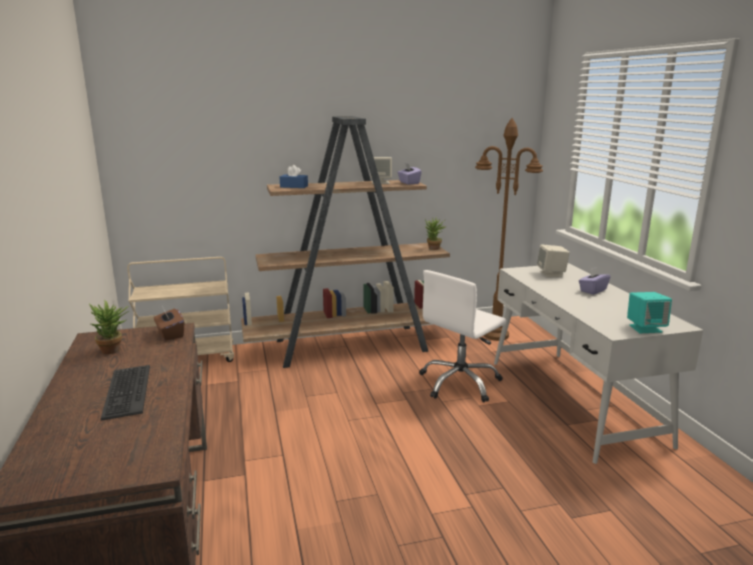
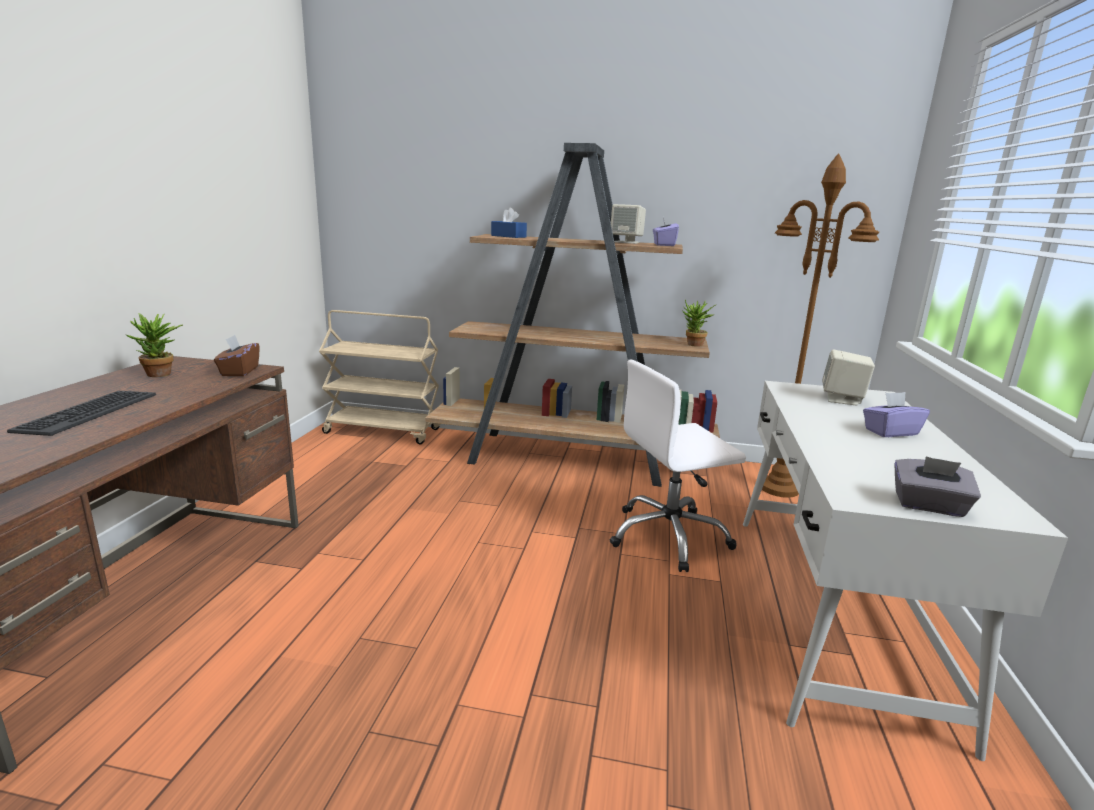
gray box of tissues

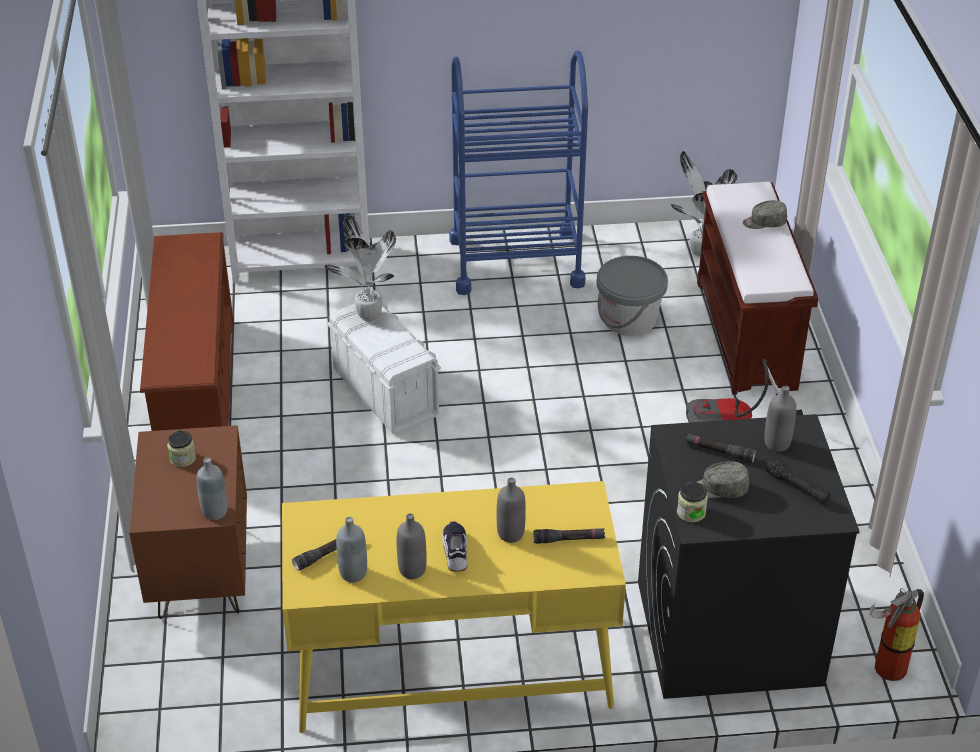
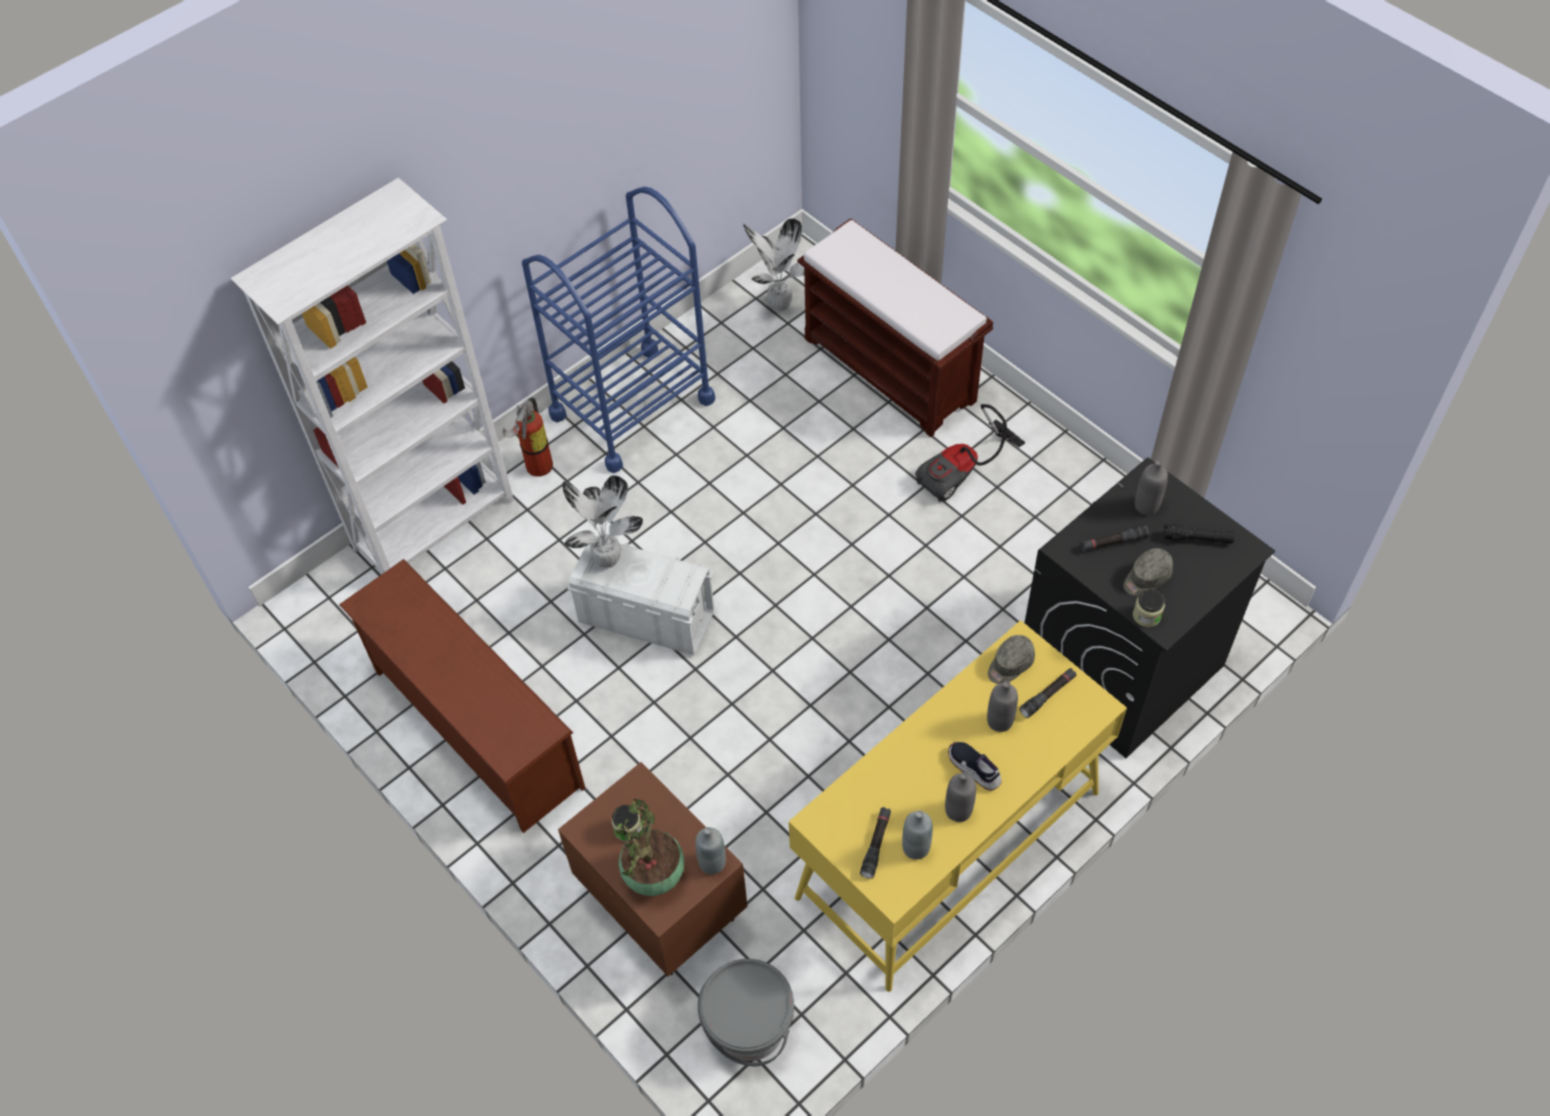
gray cap (1st from left)
gray water bucket
fire extinguisher
potted plant (2nd from left)

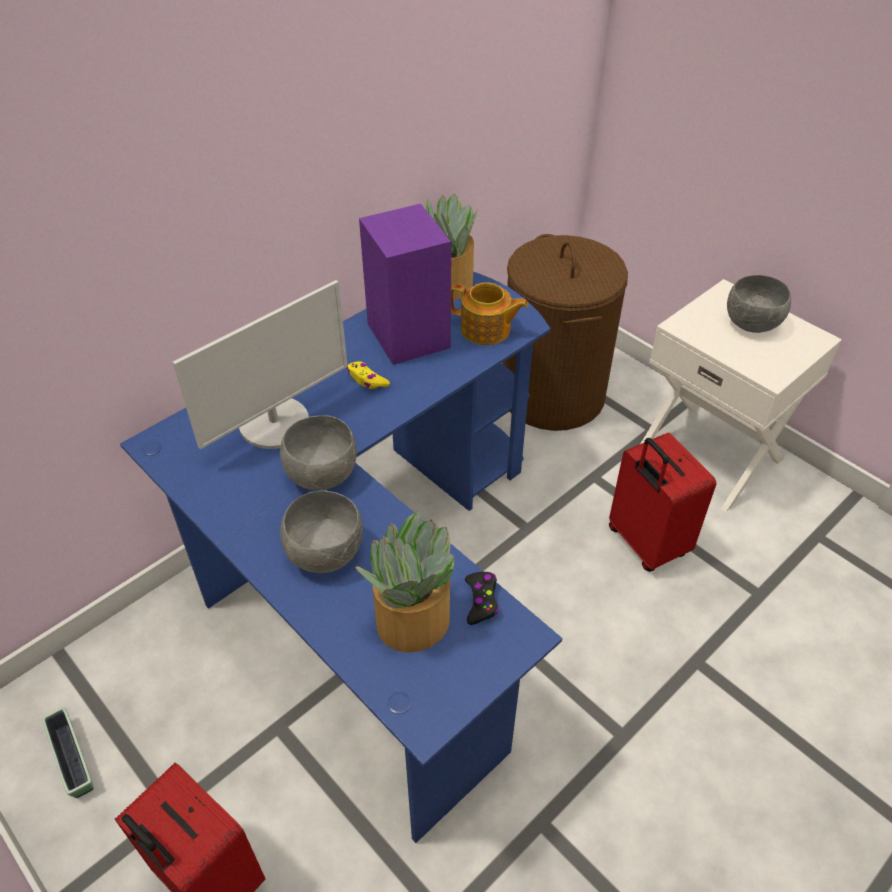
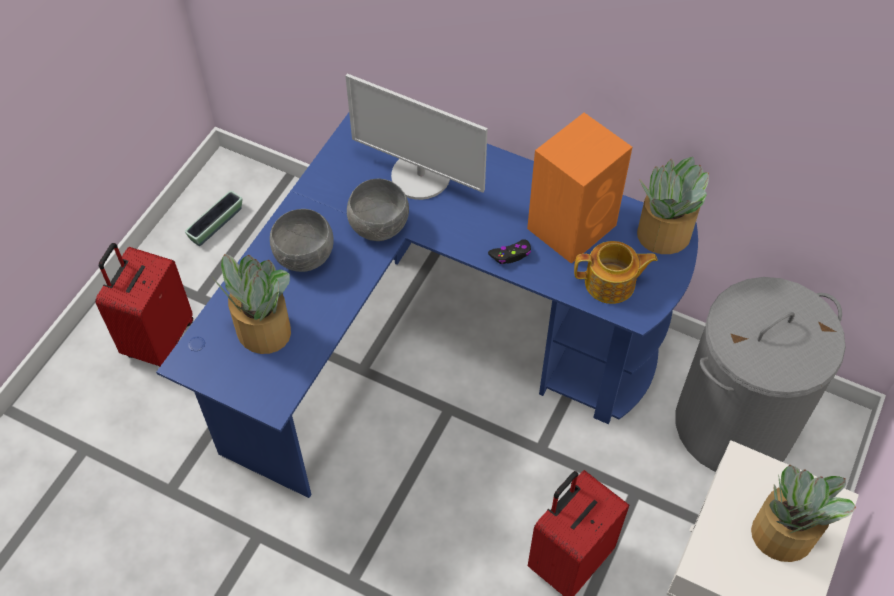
orange speaker
gray hamper
potted plant (3rd from left)
pot for tea
yellow-coloured joypad
black-coloured joypad

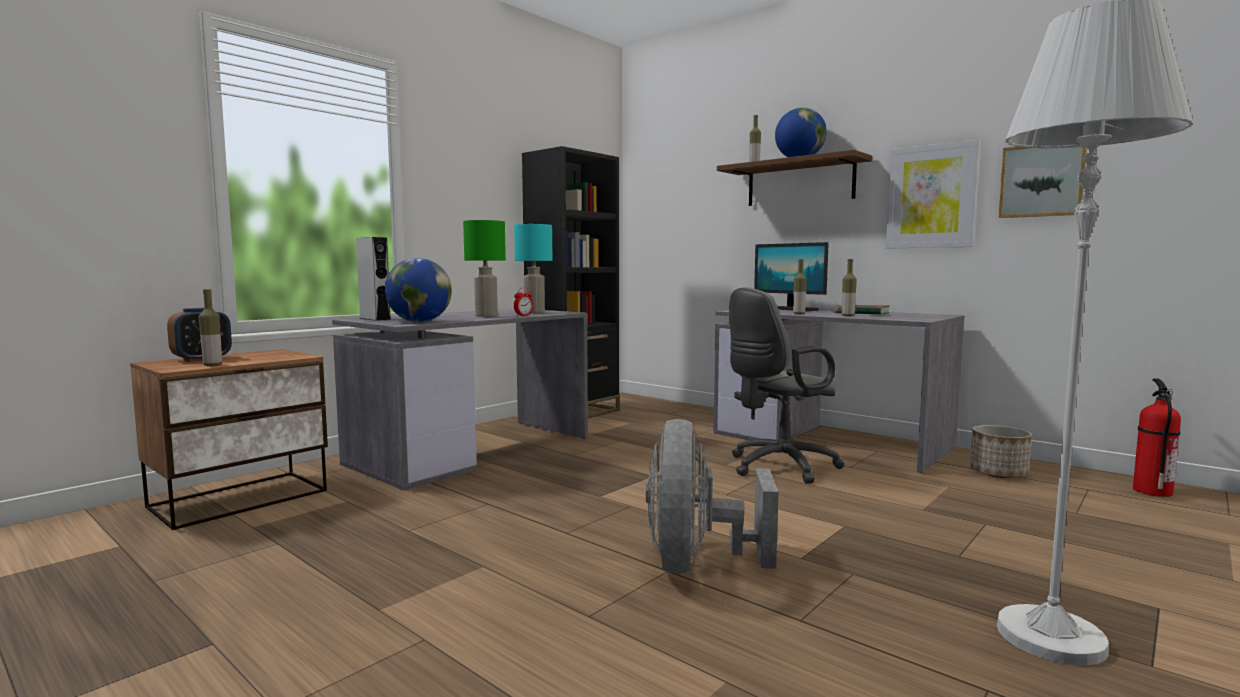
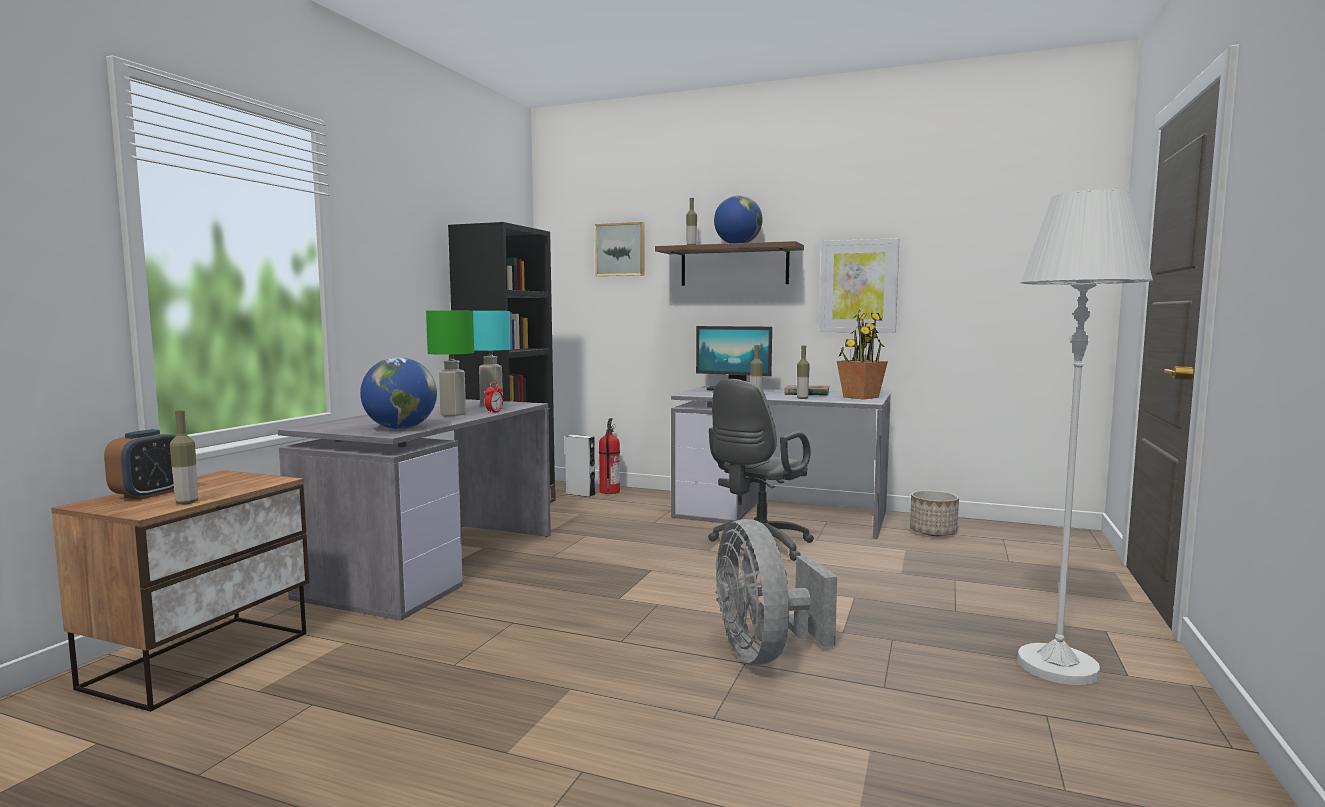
wall art (1st from left)
gray speaker
fire extinguisher
potted plant

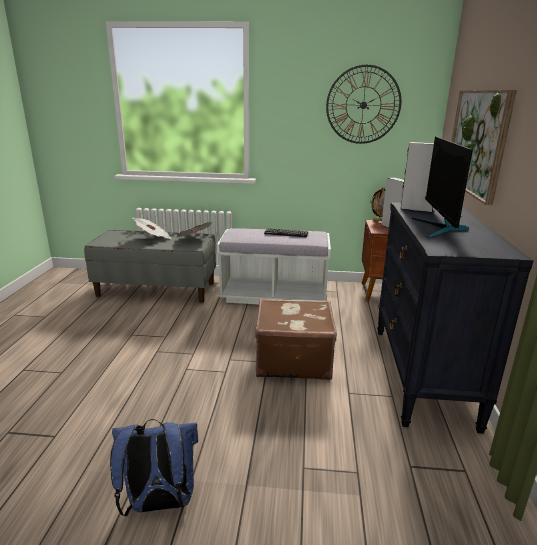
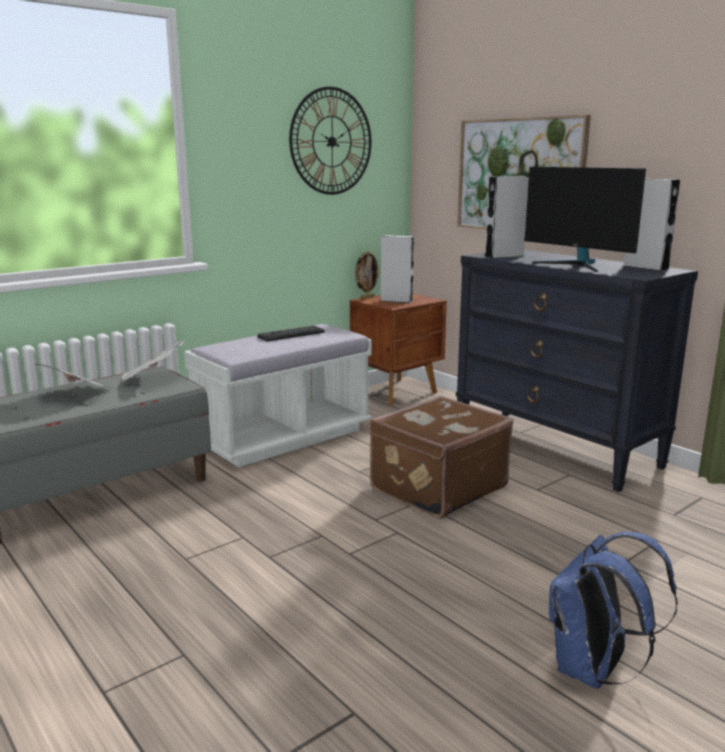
gray speaker (3rd from left)

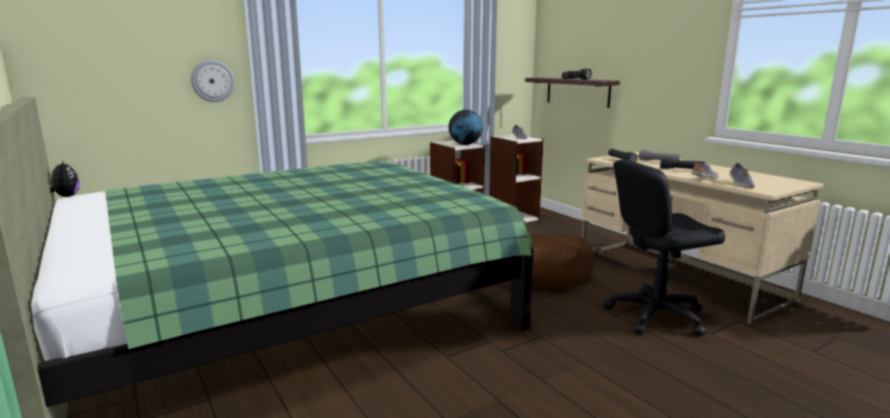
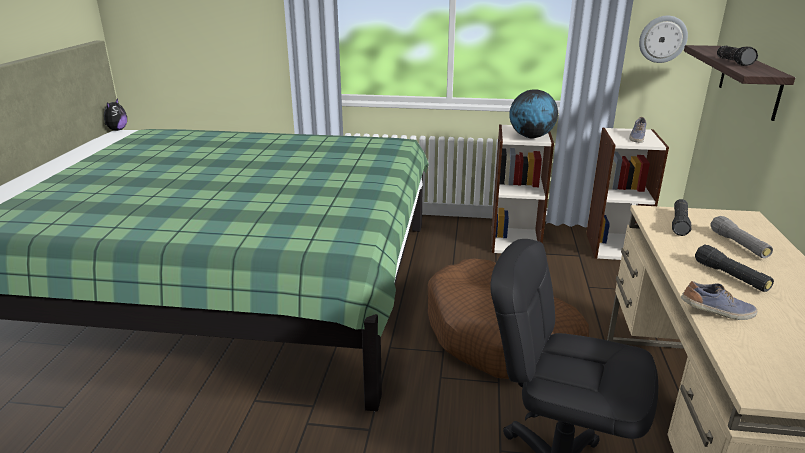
hanging clock
item of footwear (3rd from left in the first image)

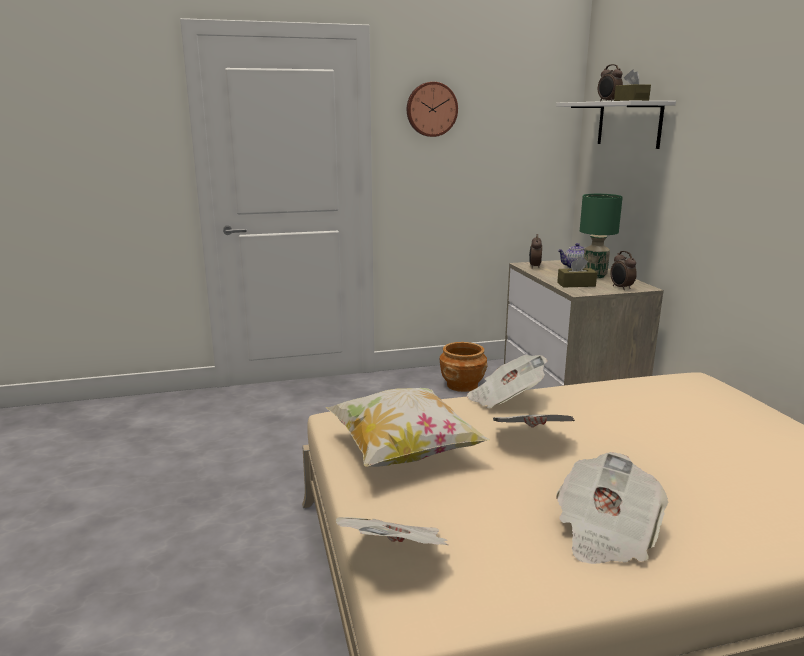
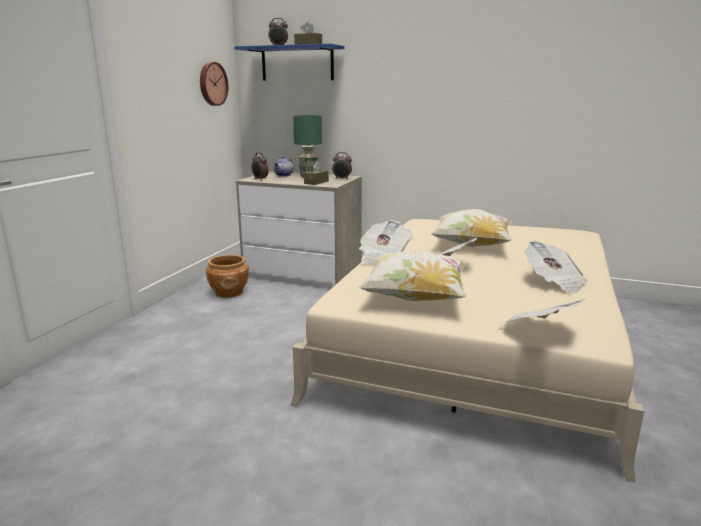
hanging clock
bluish bracket shelf
cushion (2nd from left)

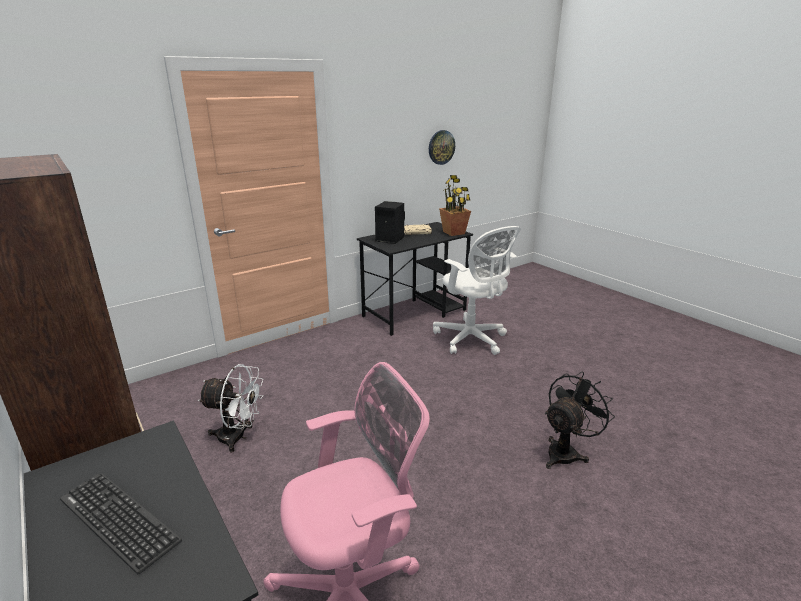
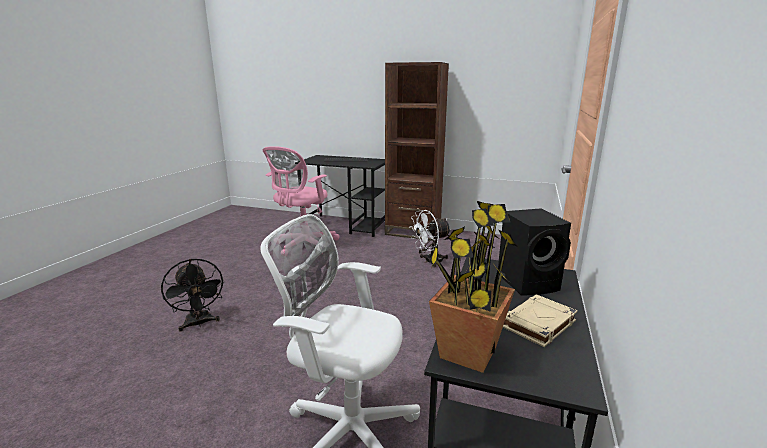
hanging clock
black-coloured cooling fan

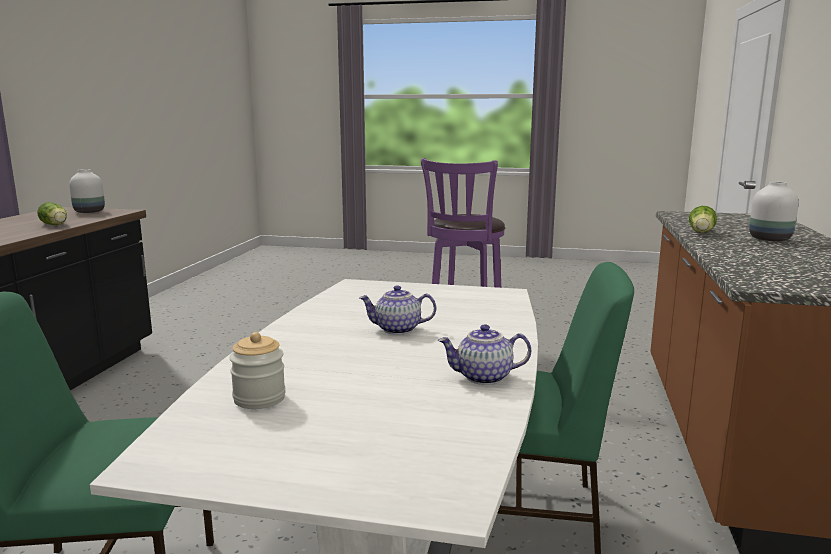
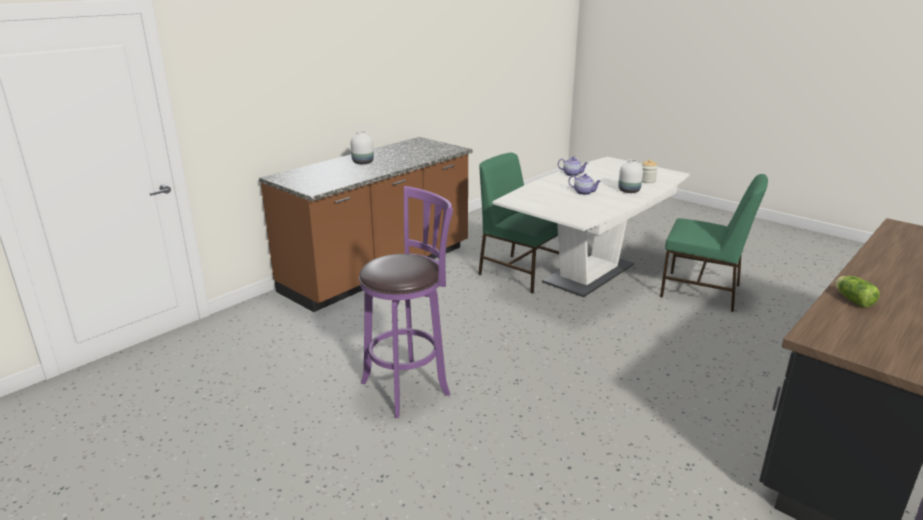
white vase (2nd from left)
lettuce head (2nd from left in the first image)

